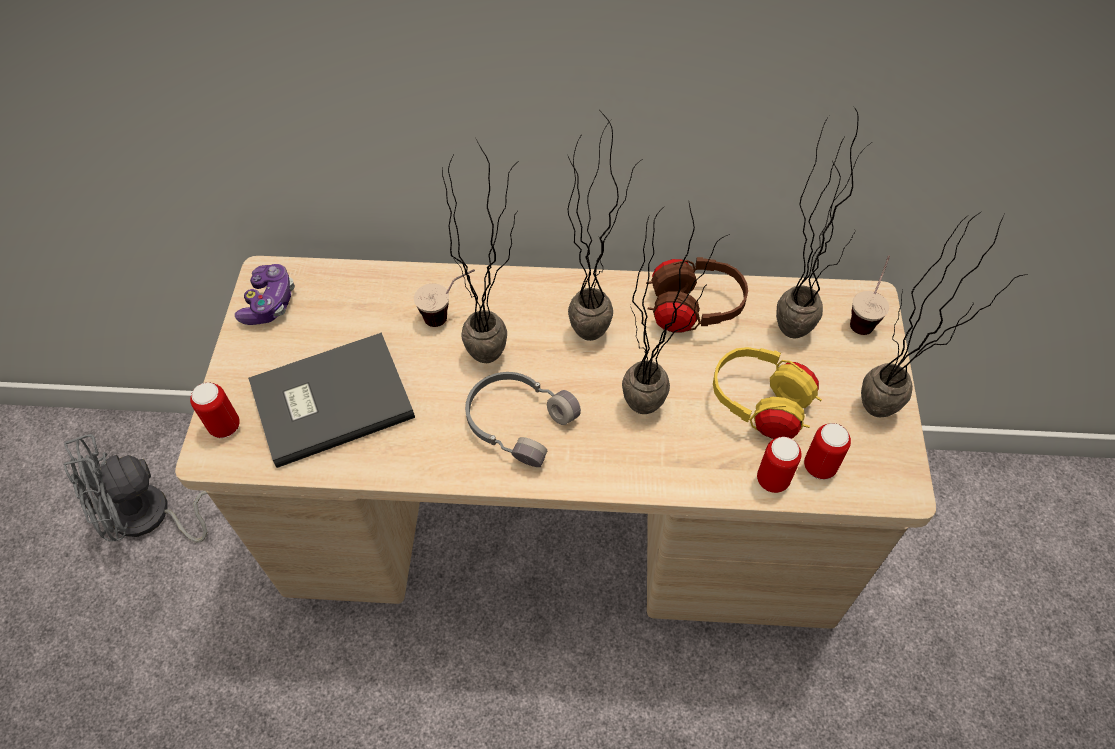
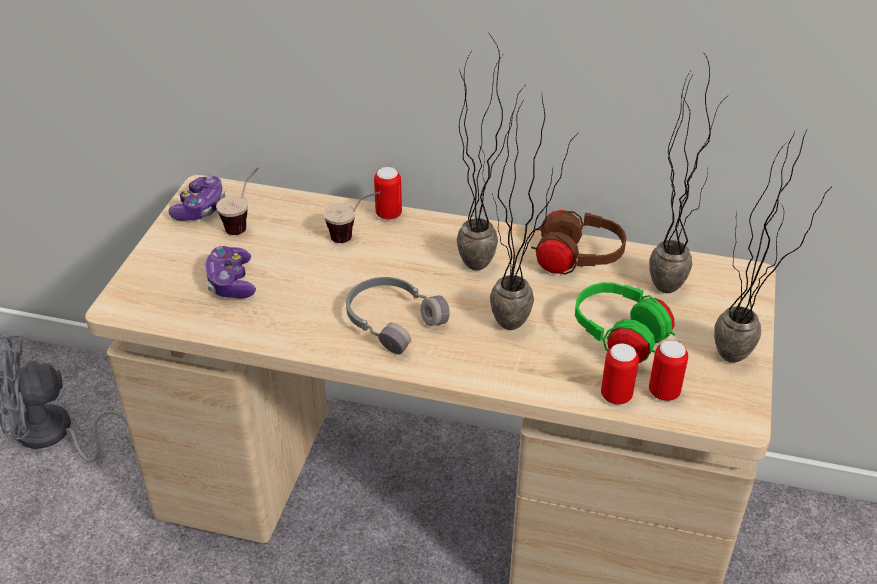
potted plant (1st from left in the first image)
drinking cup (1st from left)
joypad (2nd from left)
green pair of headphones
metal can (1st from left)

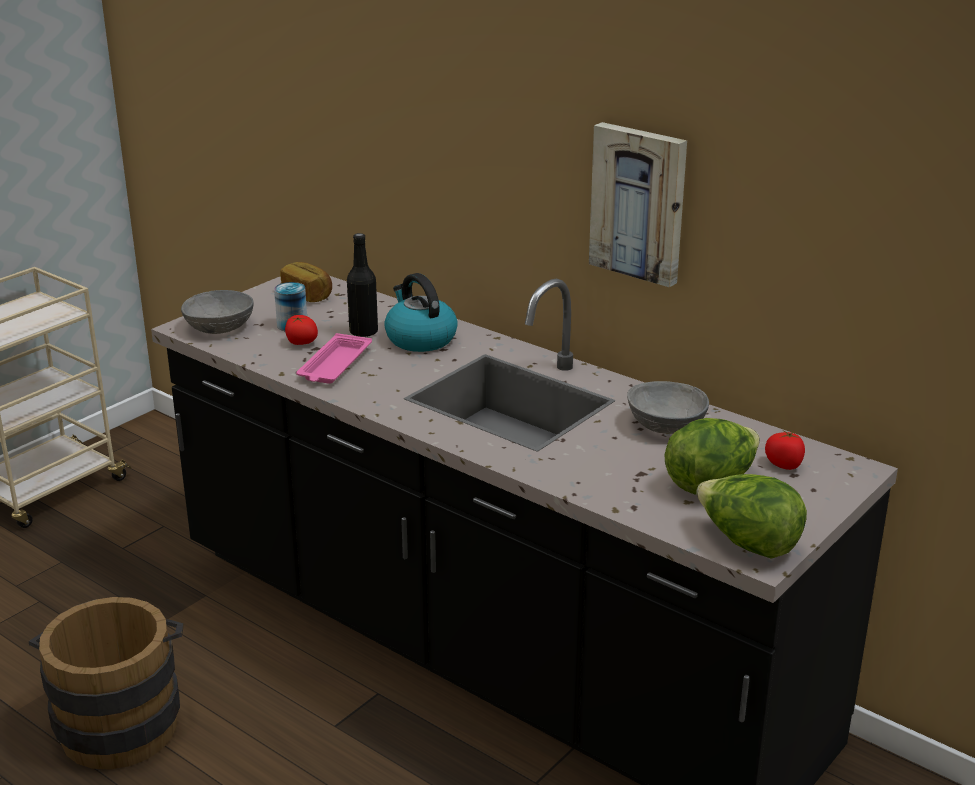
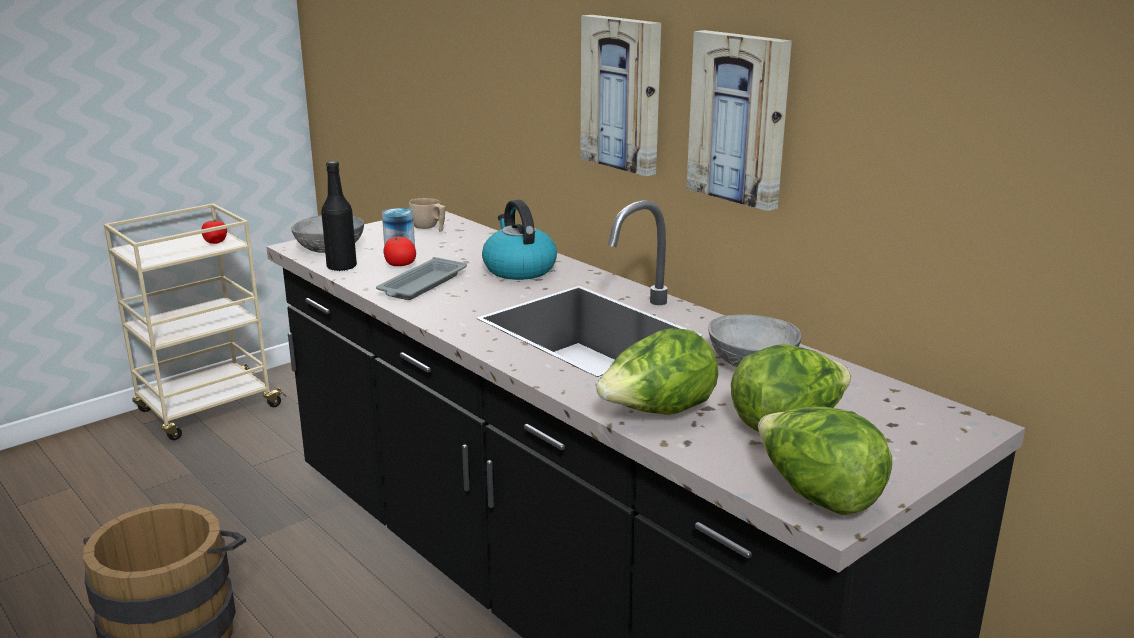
black-coloured bottle
beige-coloured drinking cup
gray tray
tomato (1st from left)
wall art (1st from left)
lettuce head (1st from left)

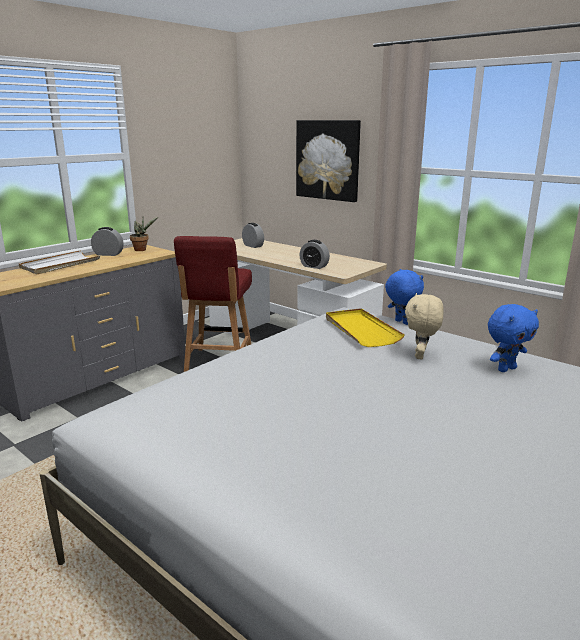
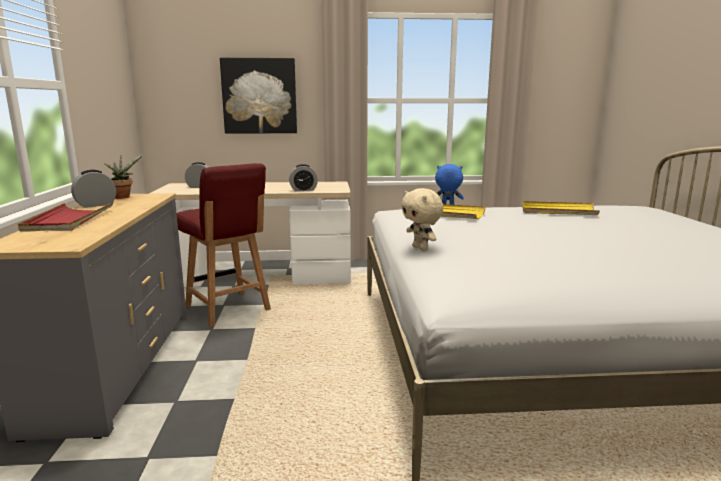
reddish tray
beige-coloured soft toy
yellow-coloured tray (2nd from left)

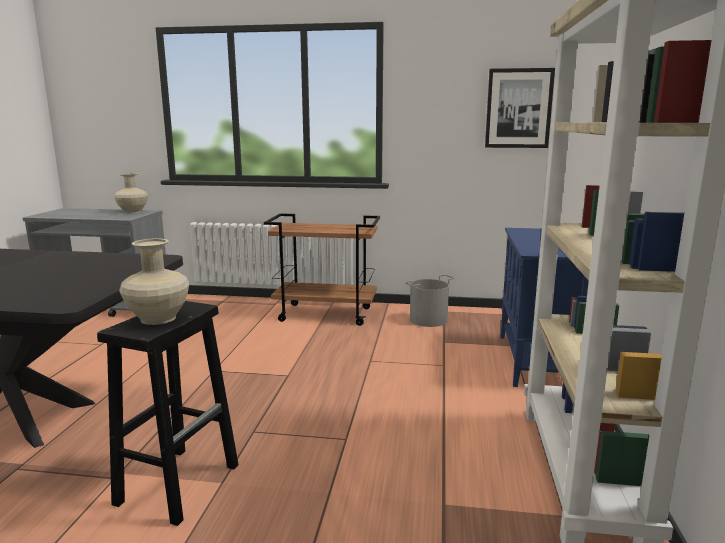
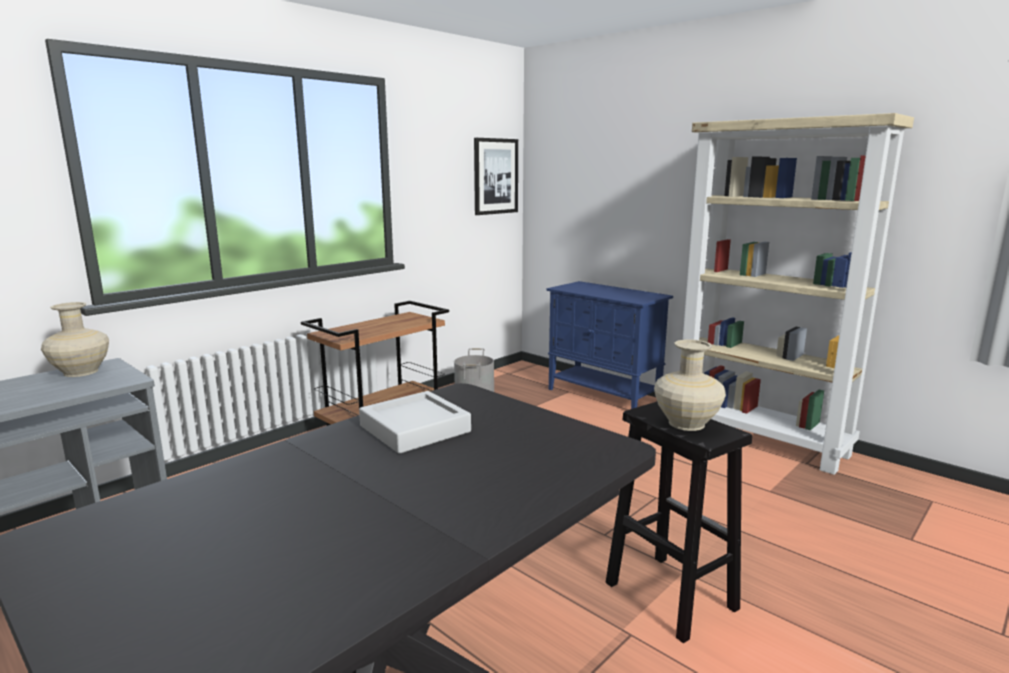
gray tray

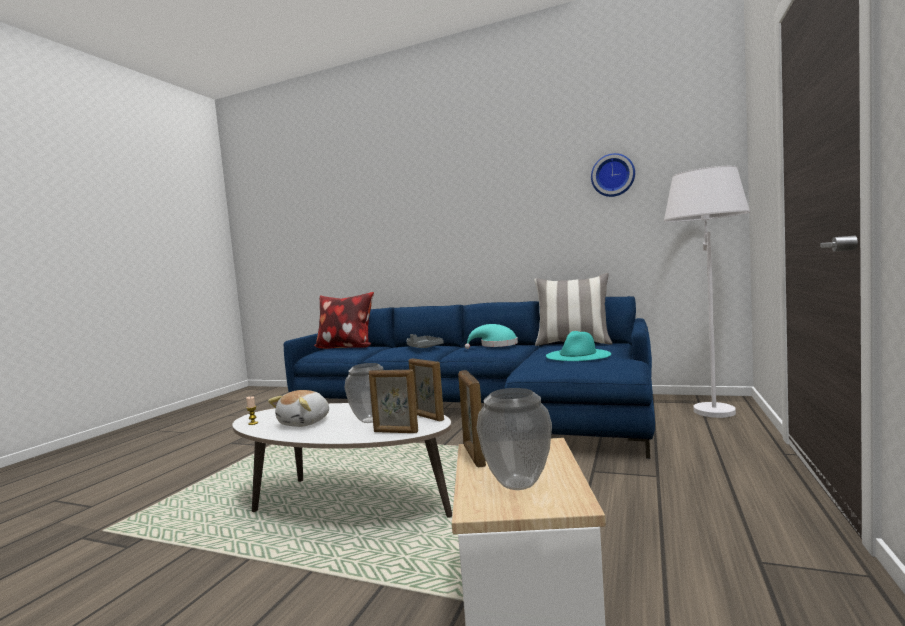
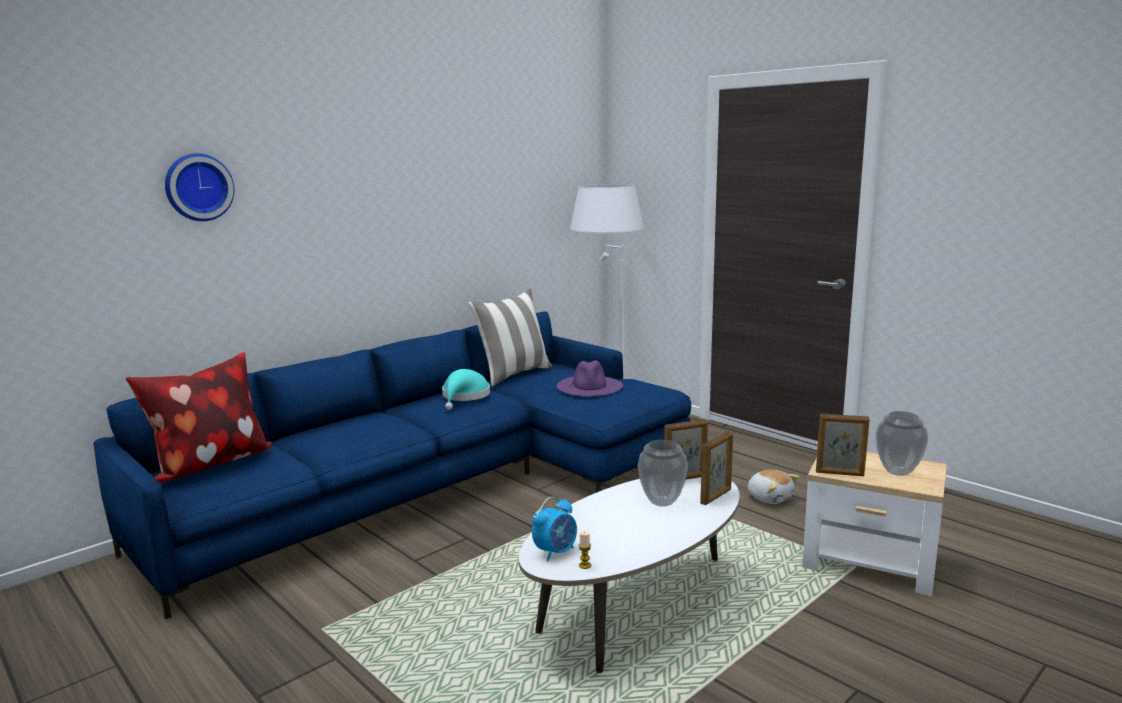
hanging clock
purple-coloured hat
gray tray
soft toy
alarm clock

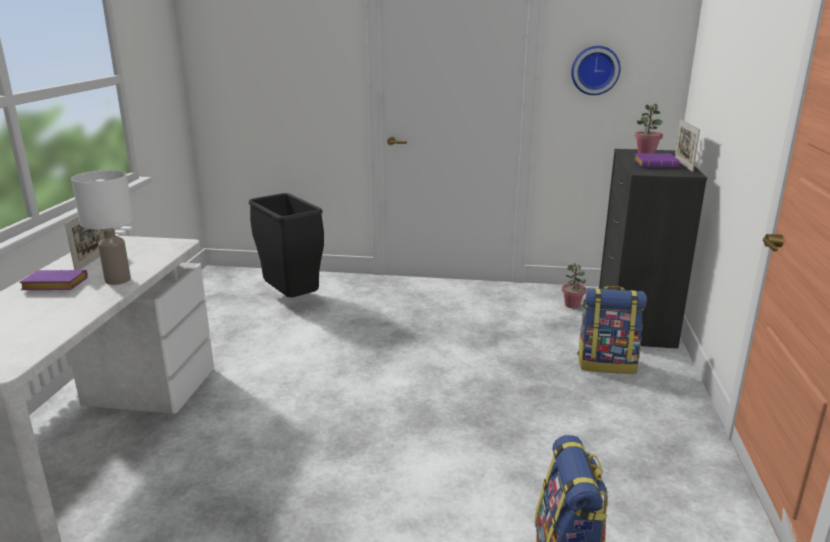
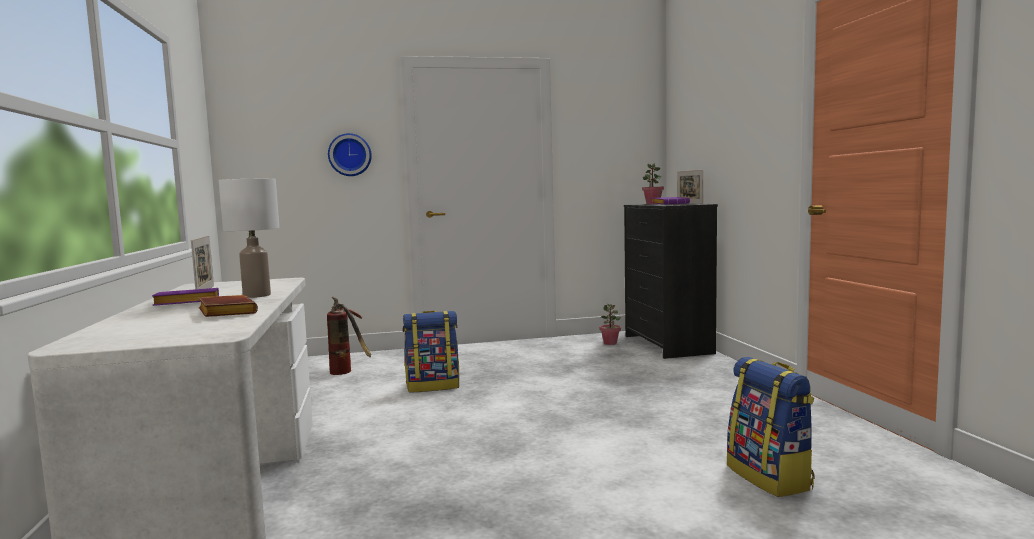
hanging clock
fire extinguisher
backpack (1st from left)
brownish volume

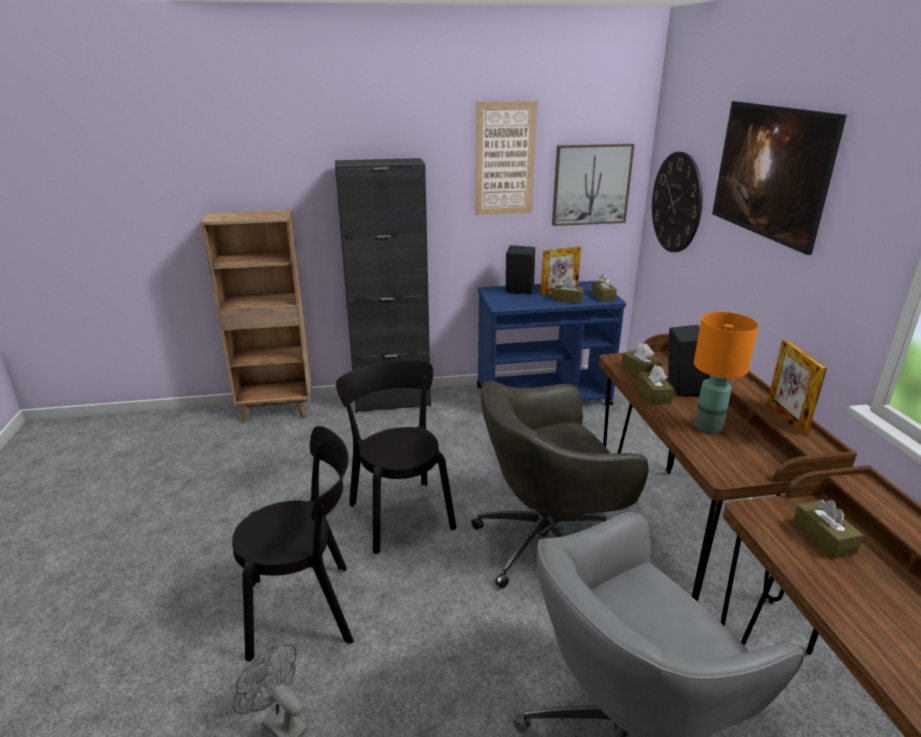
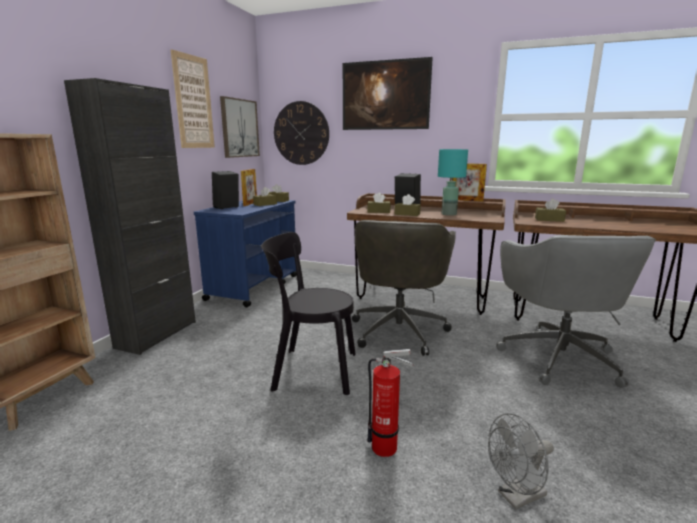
turquoise-coloured tabletop lamp
fire extinguisher

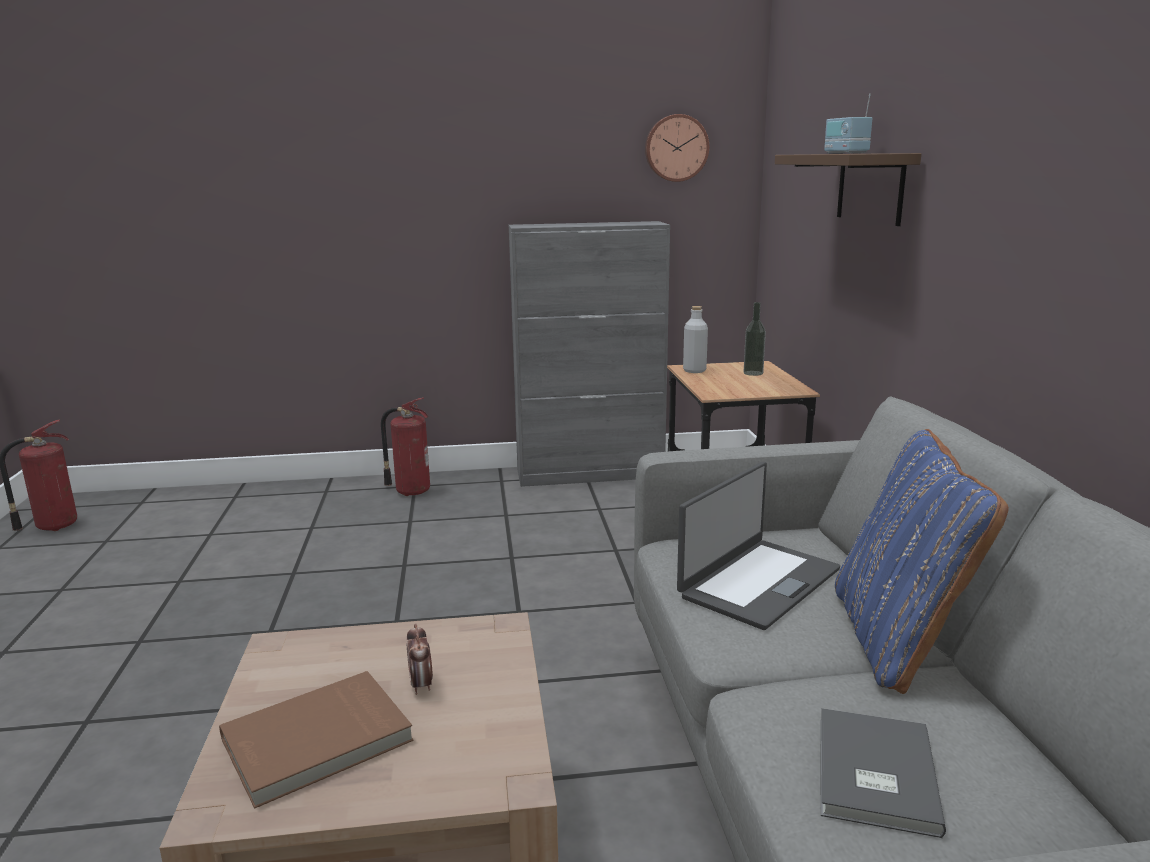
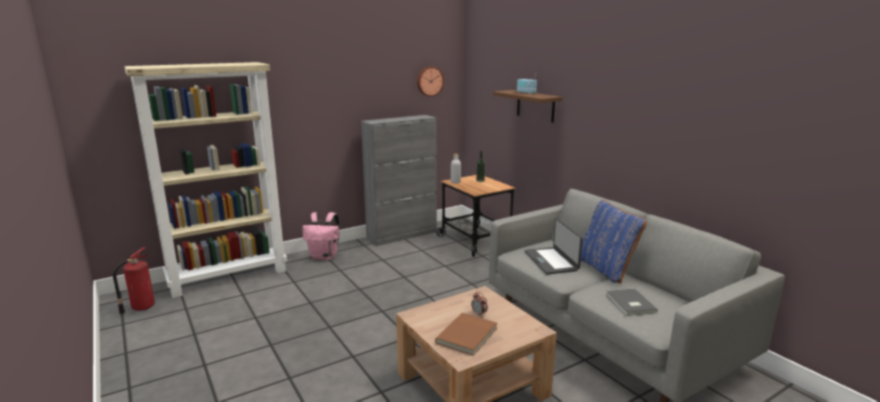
pink backpack
portable computer
beige-coloured shelving unit

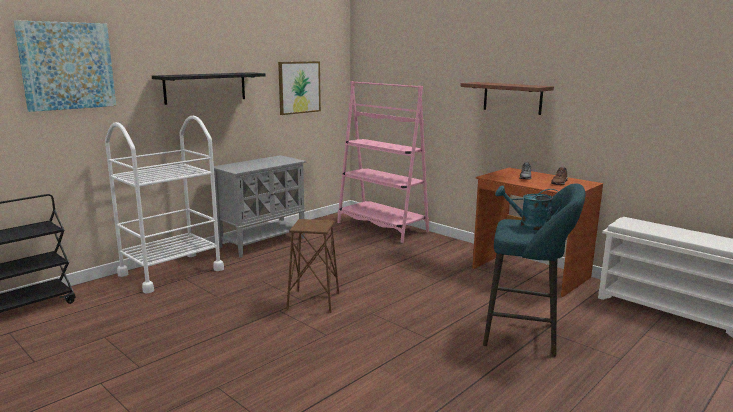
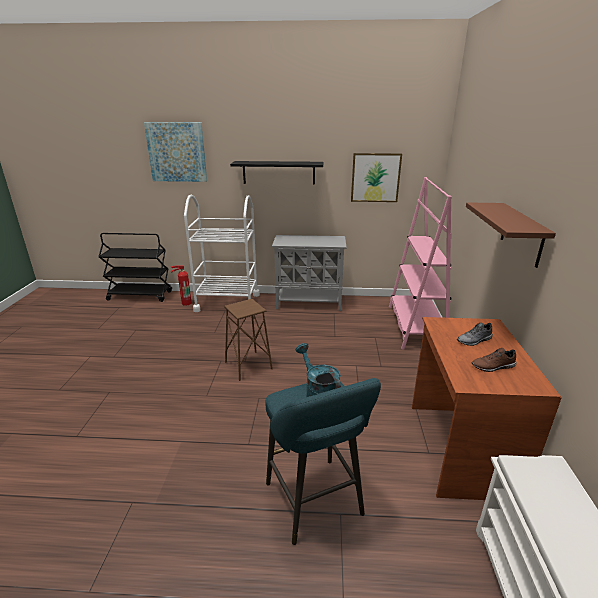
fire extinguisher

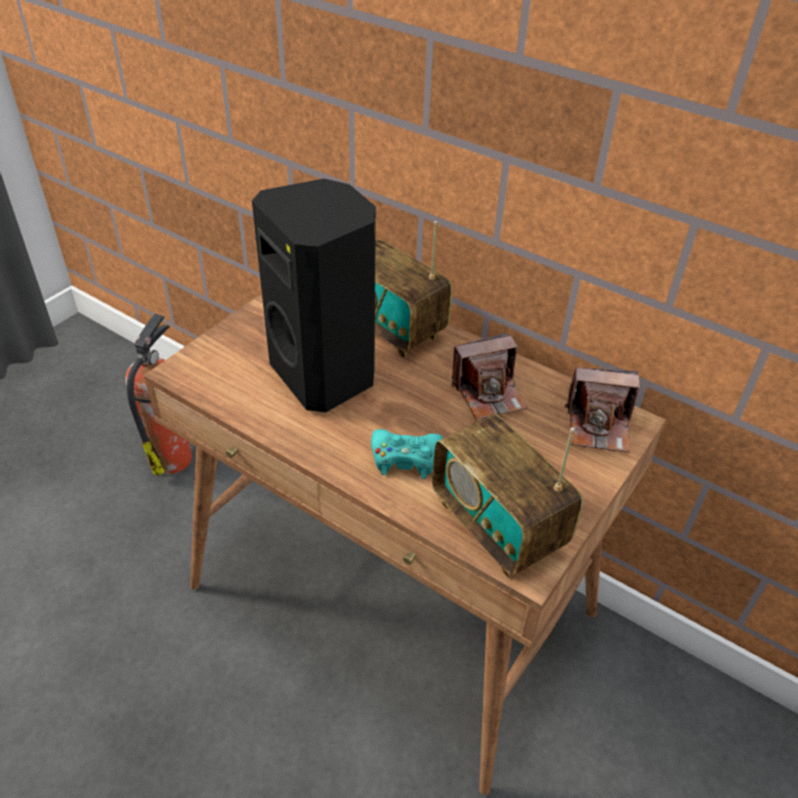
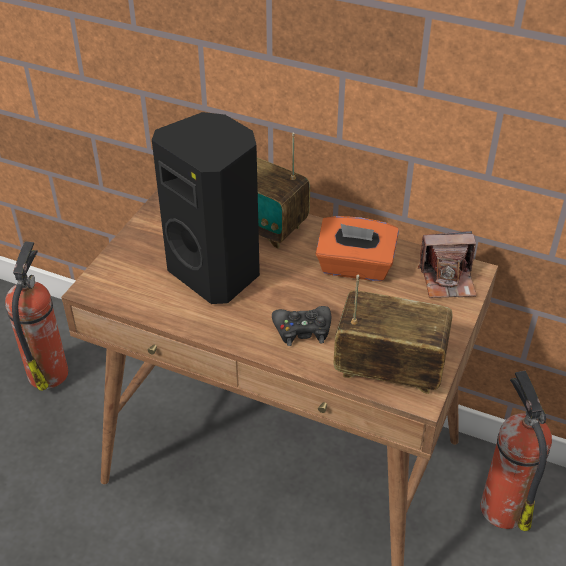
orange box of tissues
radio receiver (2nd from left)
black-coloured joypad
fire extinguisher (2nd from left)

